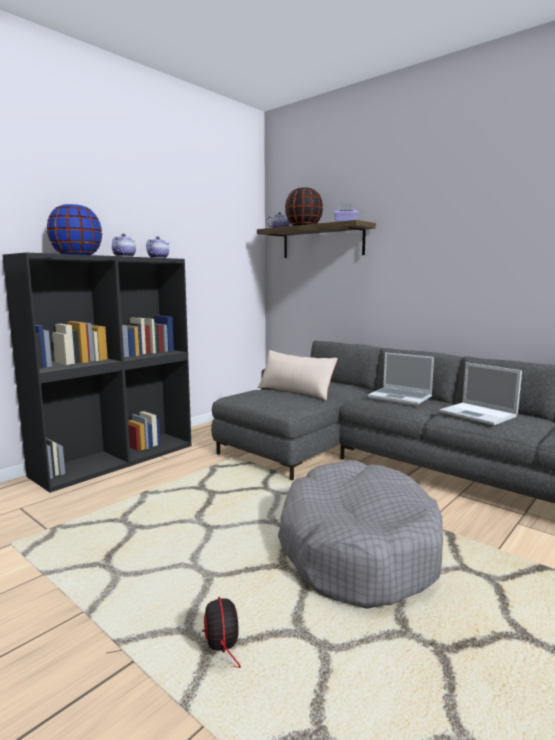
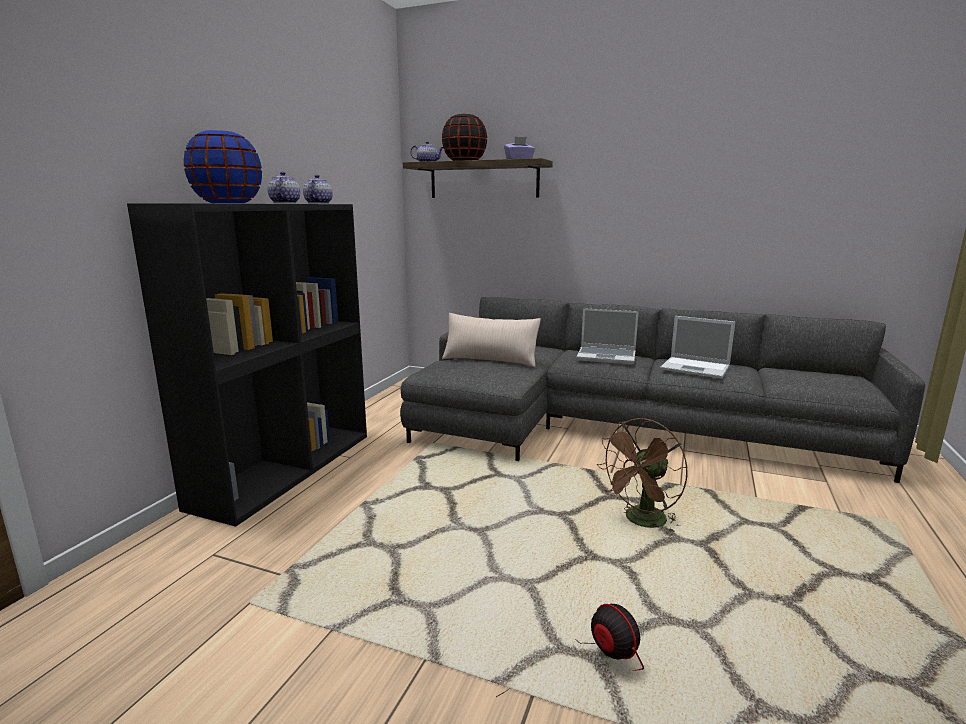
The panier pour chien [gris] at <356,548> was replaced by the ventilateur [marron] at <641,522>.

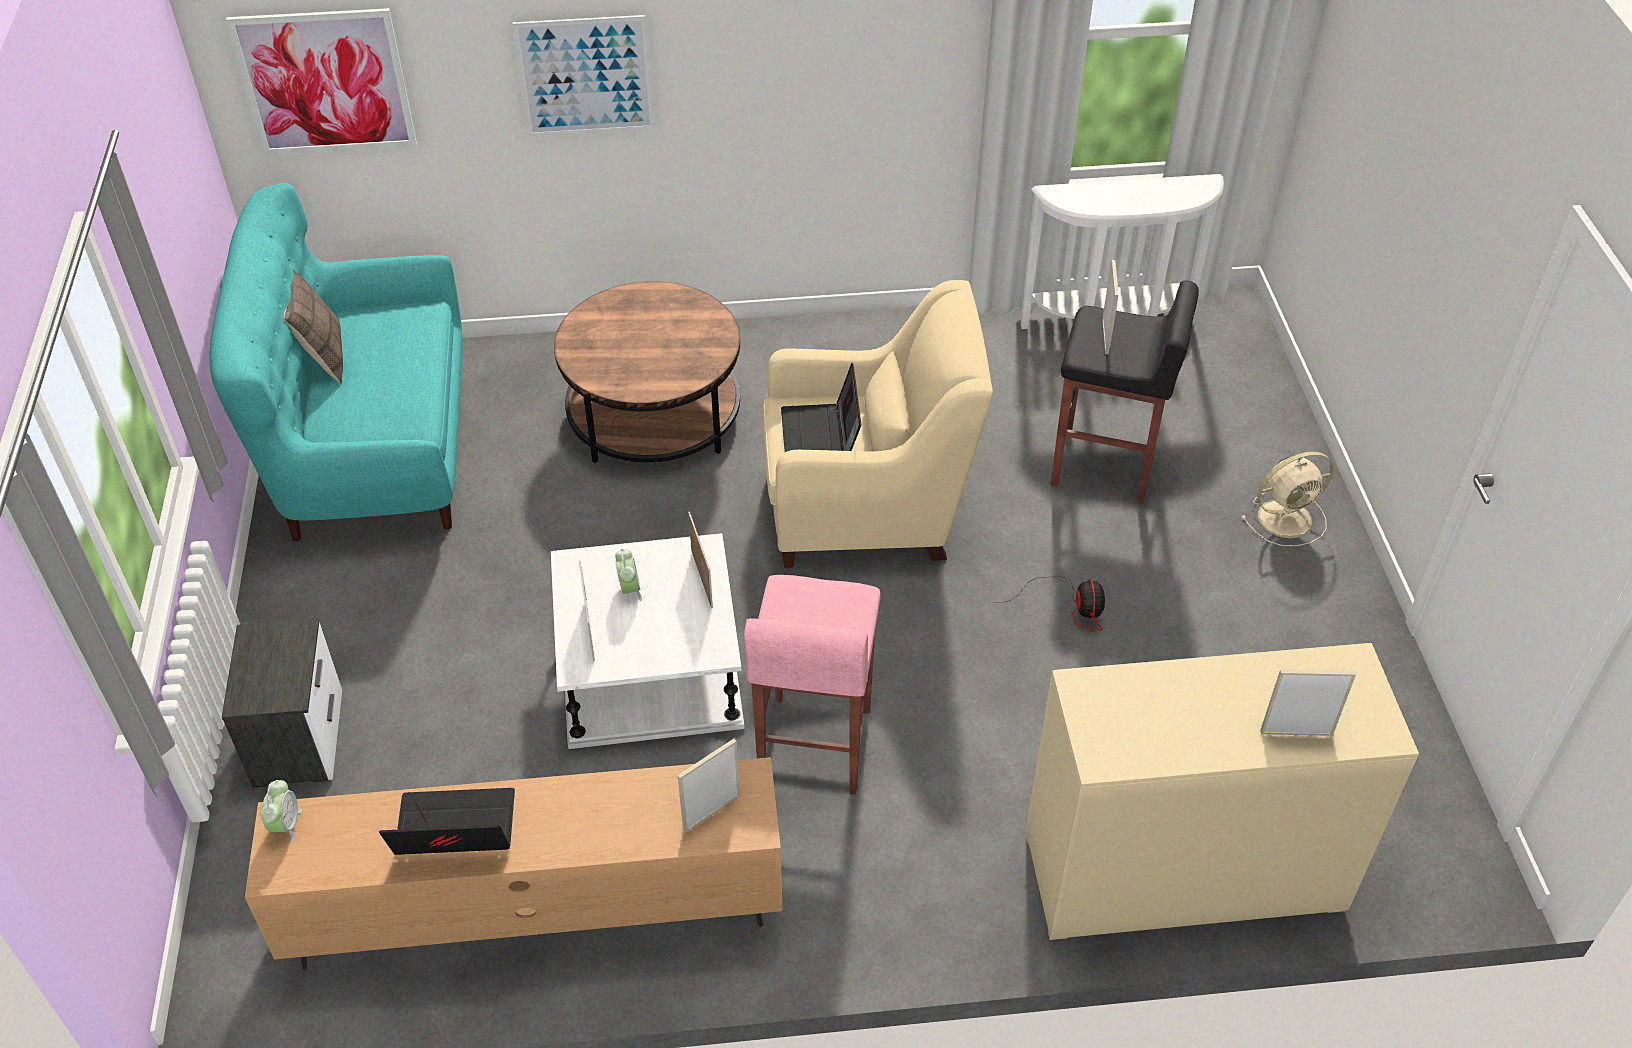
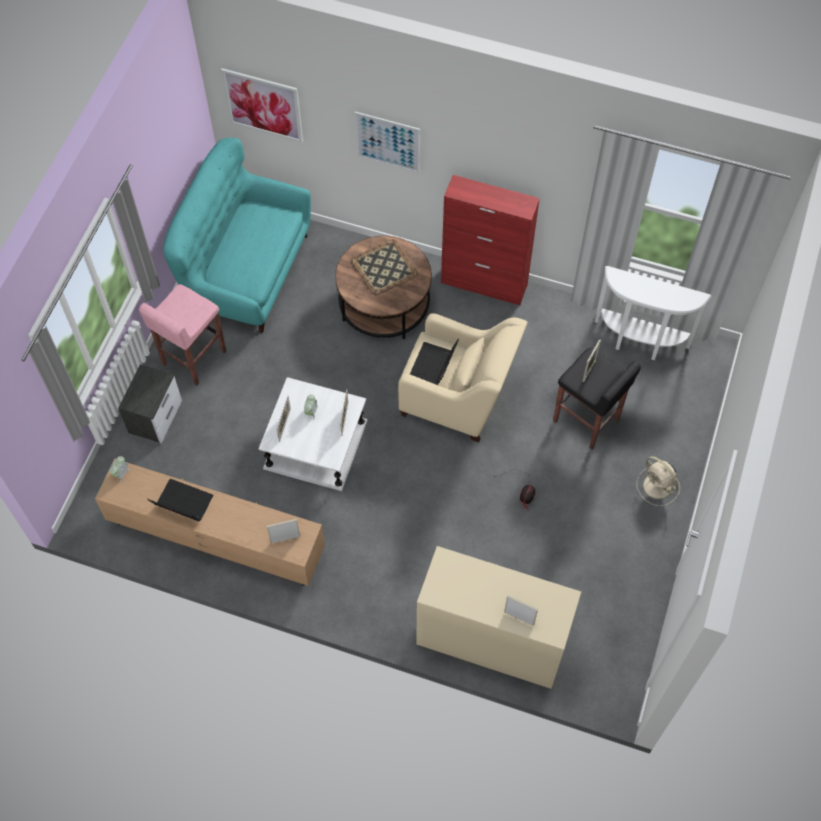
The coussin at <322,355> disappeared.
The plateau at <383,267> appeared.
The meuble de rangement [rouge] at <484,284> appeared.
The tabouret [rose] moved from <813,745> to <193,358>.
The ventilateur [beige] at <1287,518> turned 45 degrees clockwise.

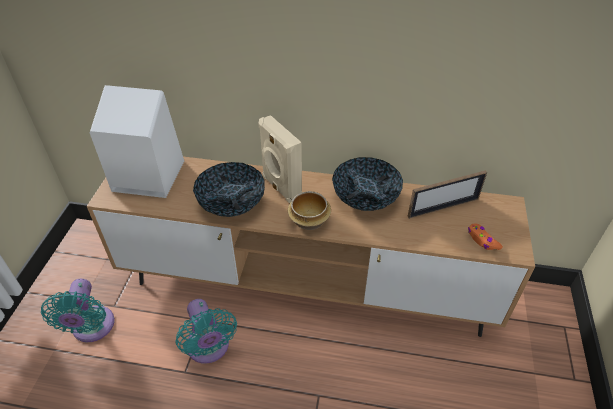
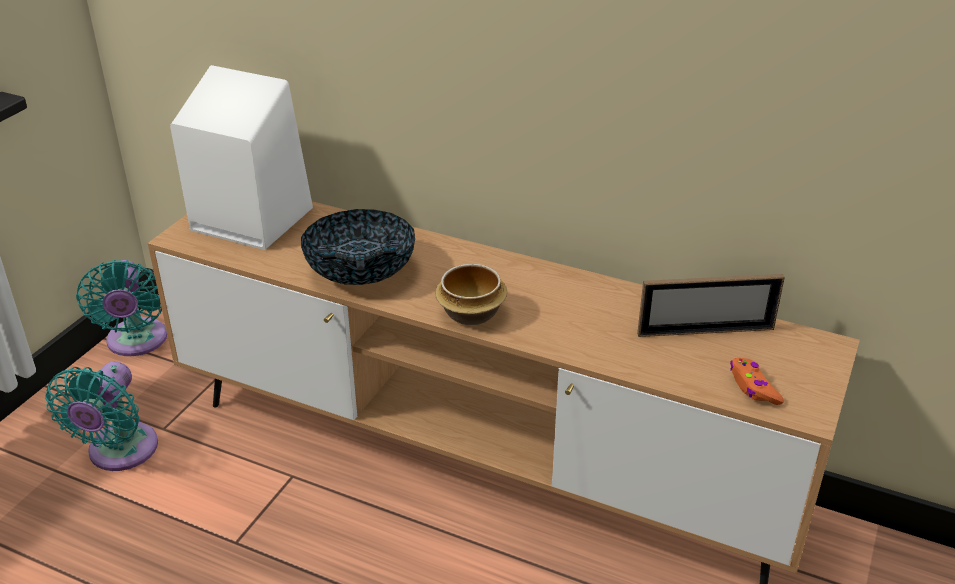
The enceinte [beige] at <280,188> disappeared.
The bol at <365,197> disappeared.
The ventilateur [turquoise] moved from <209,348> to <136,342>.

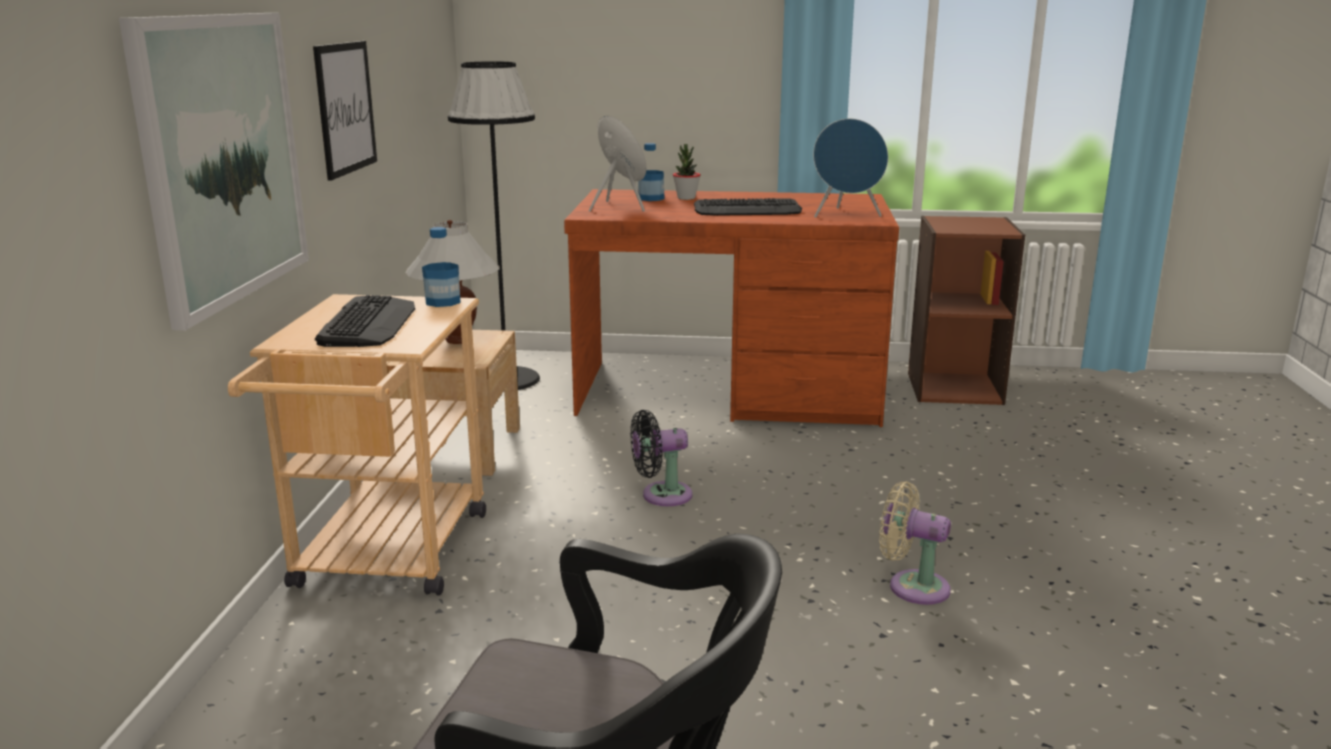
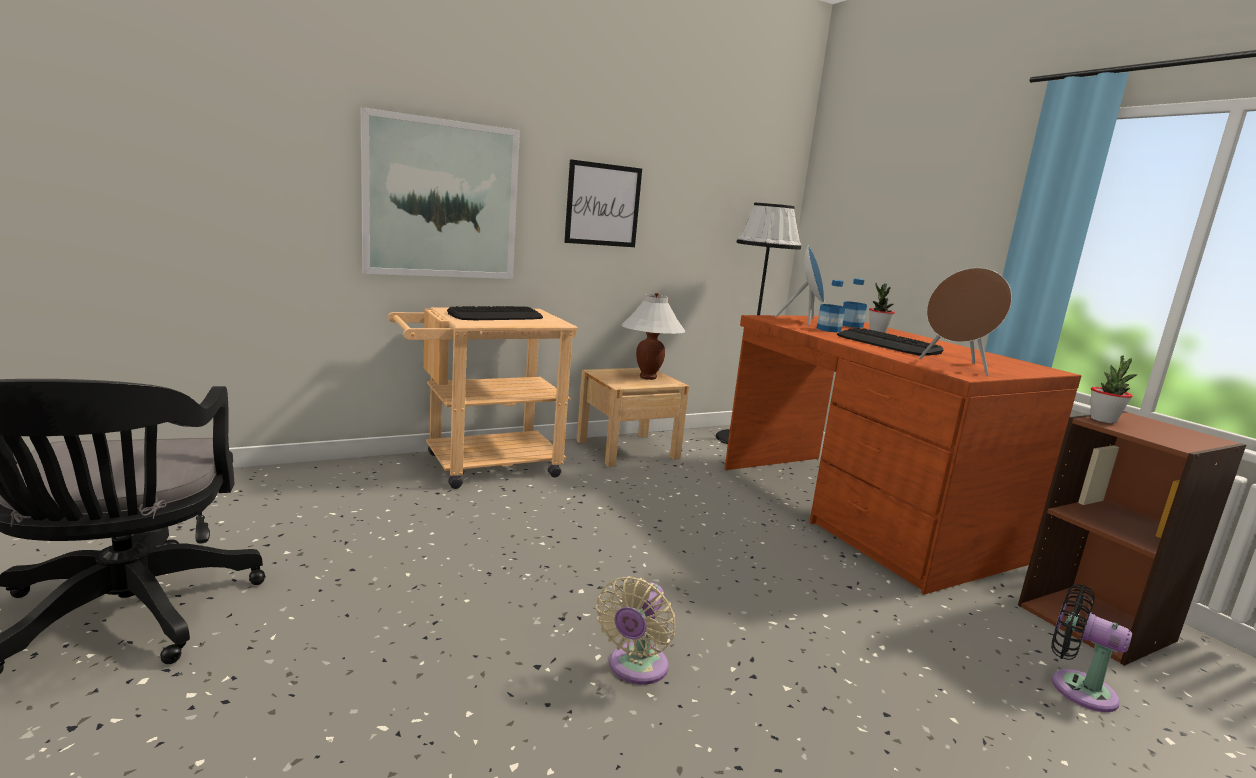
The plante en pot at <1103,420> appeared.
The bouteille moved from <443,302> to <828,329>.
The ventilateur [noir] moved from <661,495> to <1076,687>.
The enceinte [bleu] at <846,215> became the enceinte [marron] at <956,366>.
The ventilateur [beige] at <912,586> turned 150 degrees counterclockwise.

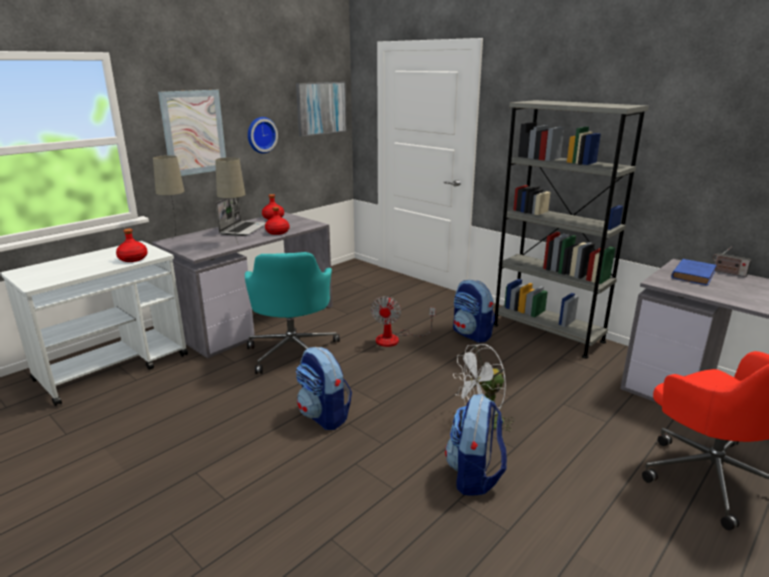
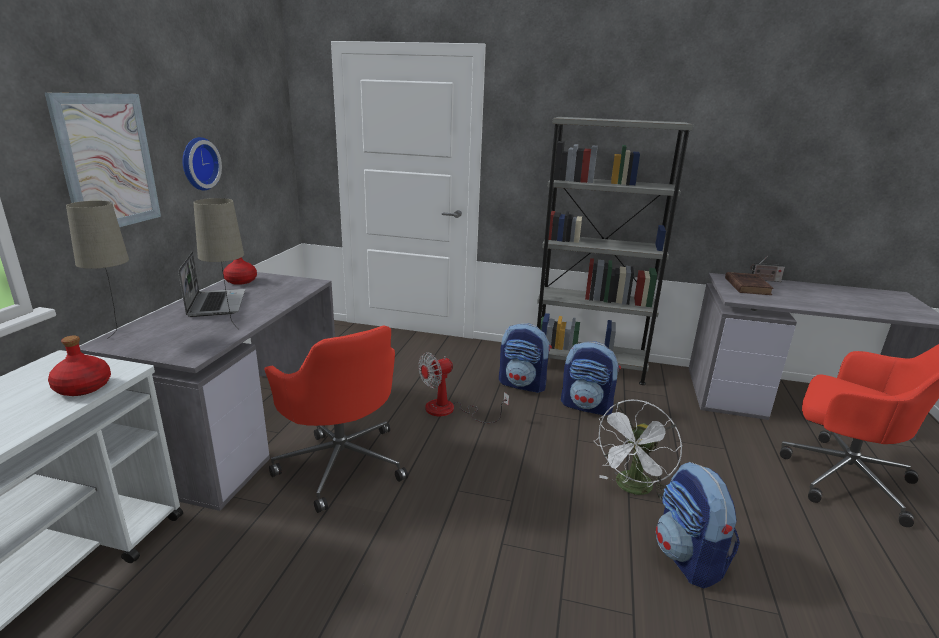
The bouteille [rouge] at <278,232> disappeared.
The tableau at <321,108> disappeared.
The sac à dos moved from <324,416> to <587,406>.
The chaise de bureau [turquoise] at <293,352> became the chaise de bureau [rouge] at <342,463>.
The livre [bleu] at <693,274> became the livre [marron] at <746,286>.
The ventilateur at <395,339> turned 75 degrees clockwise.

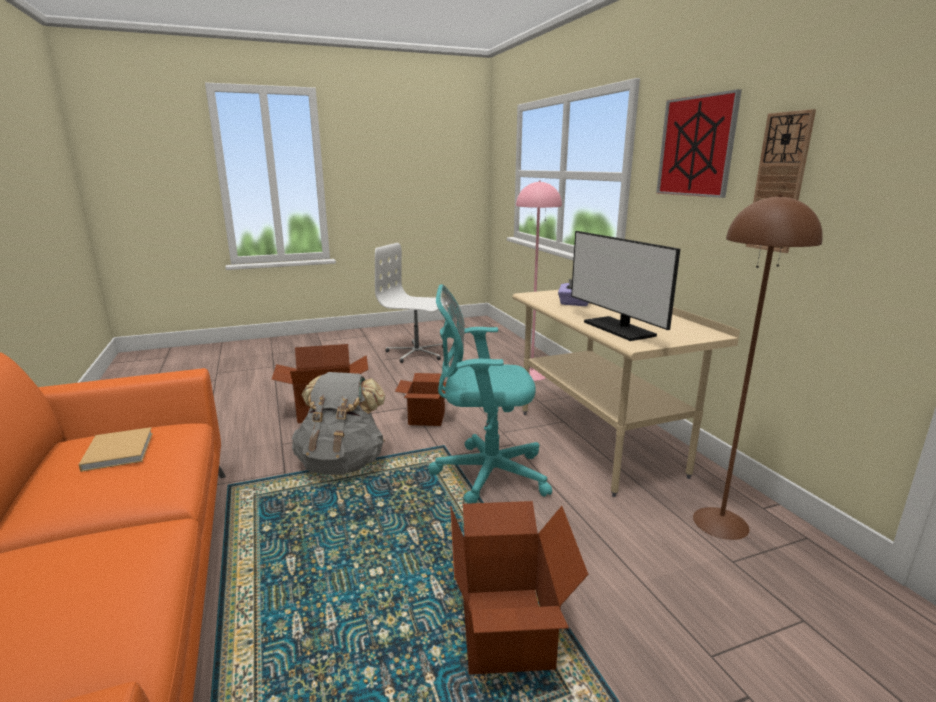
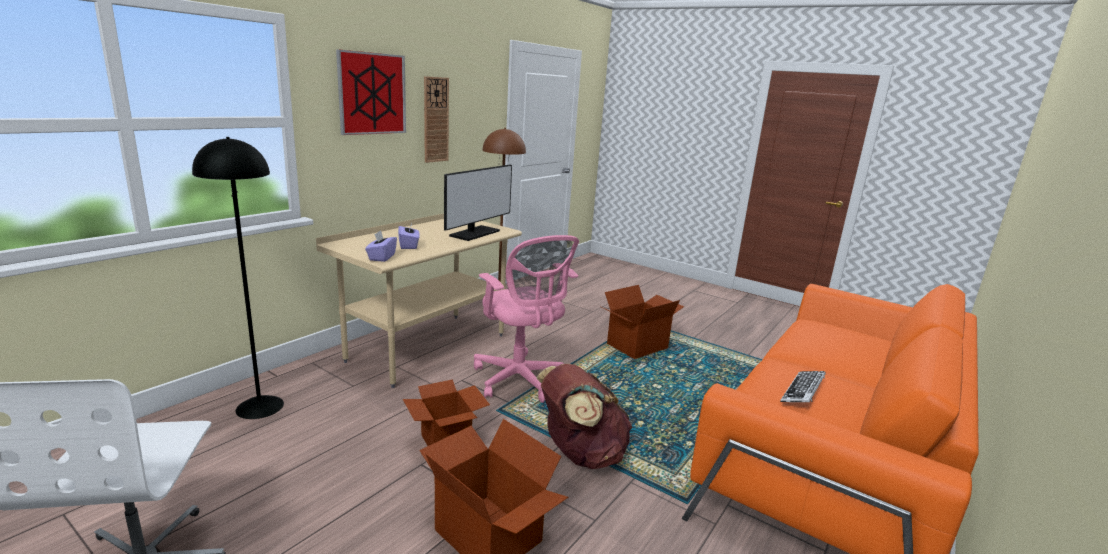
The boîte à mouchoirs [violet] at <381,257> appeared.
The livre [beige] at <119,450> was replaced by the clavier at <803,391>.
The sac à dos [gris] at <342,463> became the sac à dos [marron] at <580,454>.
The chaise de bureau [turquoise] at <485,473> became the chaise de bureau [rose] at <520,380>.
The lampadaire [rose] at <532,374> became the lampadaire [noir] at <259,406>.

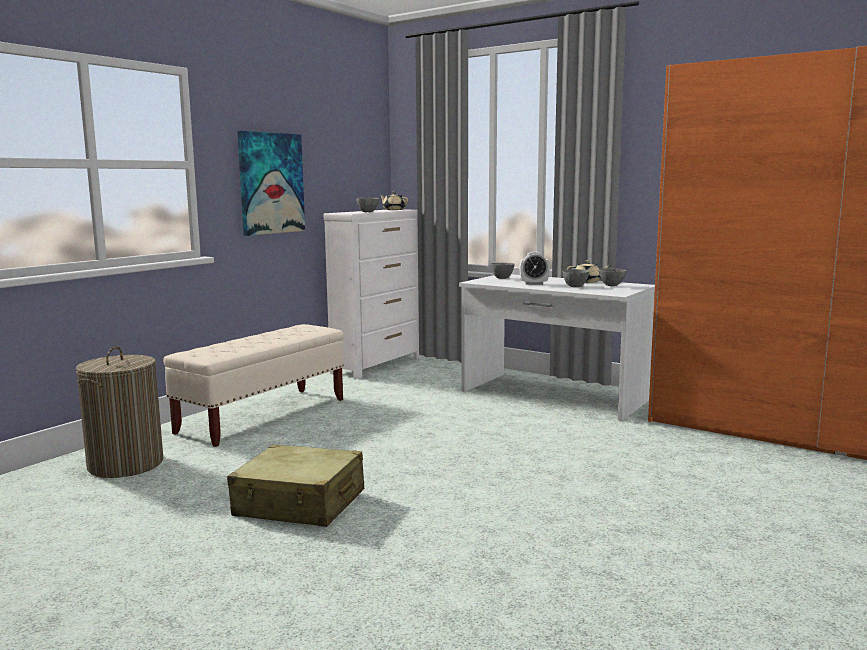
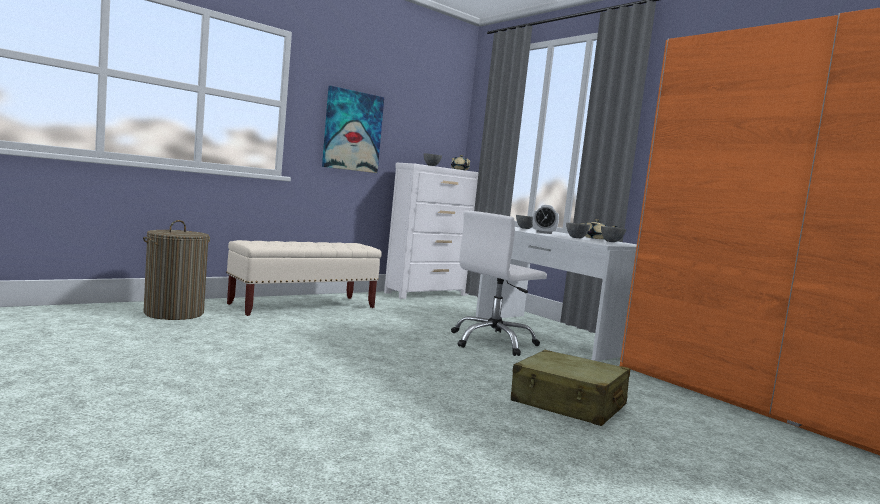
The chaise de bureau [blanc] at <493,342> appeared.
The valise [beige] moved from <300,504> to <568,404>.

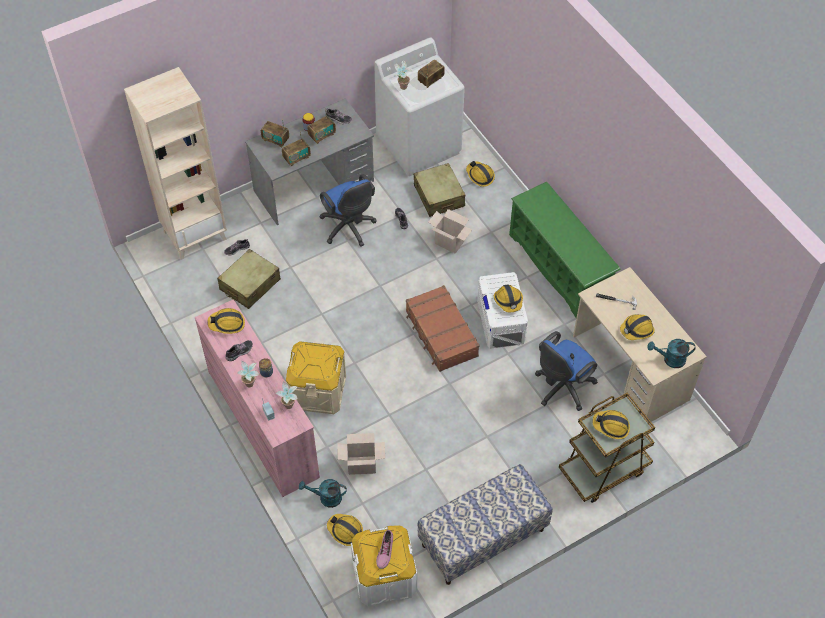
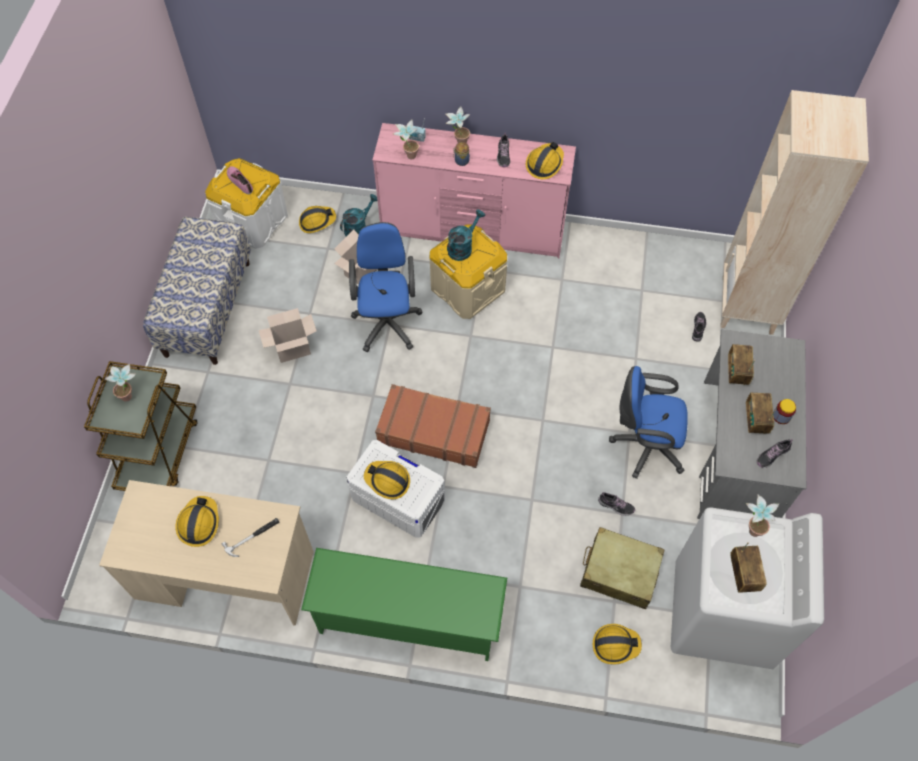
The valise [beige] at <249,285> disappeared.
The radio at <275,140> disappeared.
The carton moved from <450,242> to <292,350>.
The chaise de bureau [bleu] moved from <561,388> to <387,320>.
The arrosoir [turquoise] moved from <670,359> to <463,247>.
The casque de chantier at <611,426> was replaced by the plante en pot at <130,395>.

